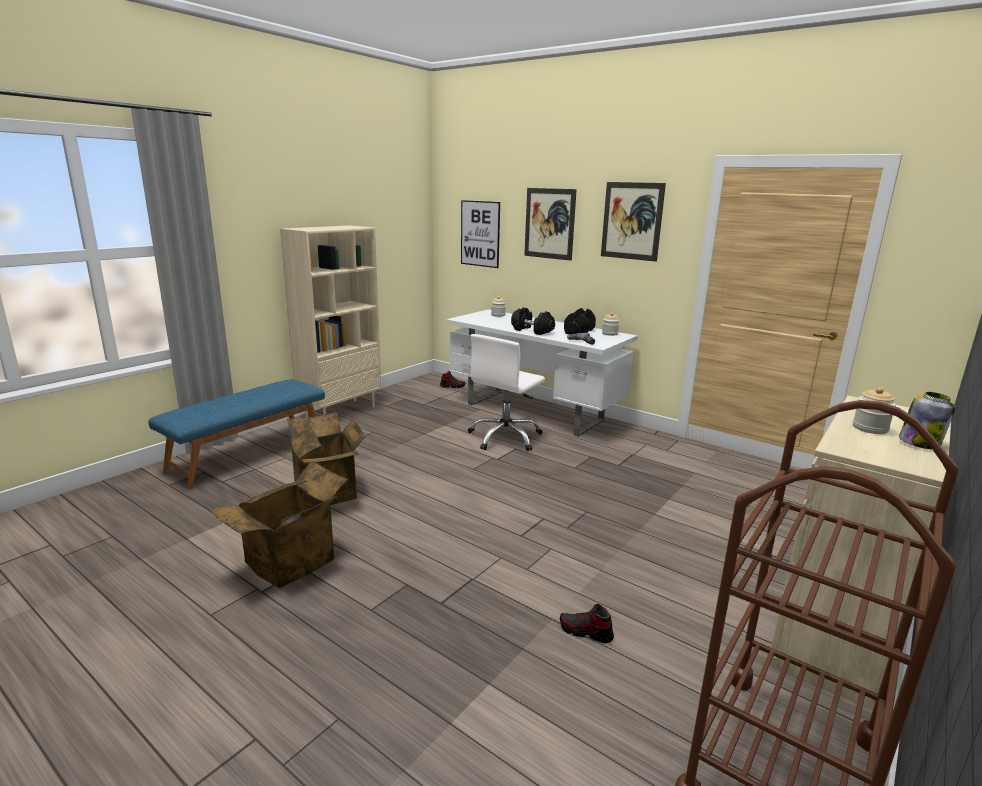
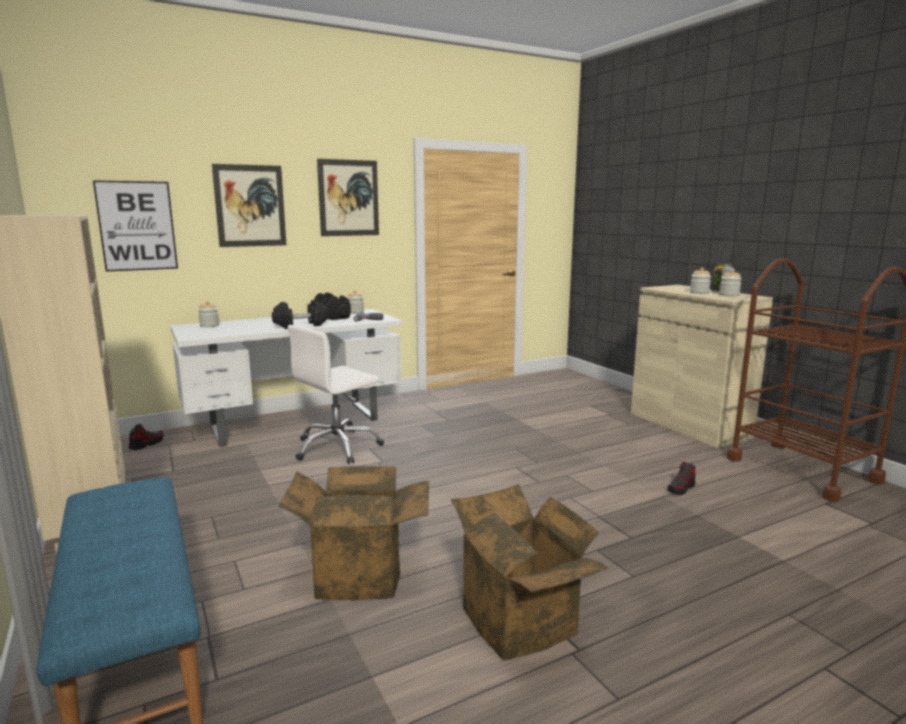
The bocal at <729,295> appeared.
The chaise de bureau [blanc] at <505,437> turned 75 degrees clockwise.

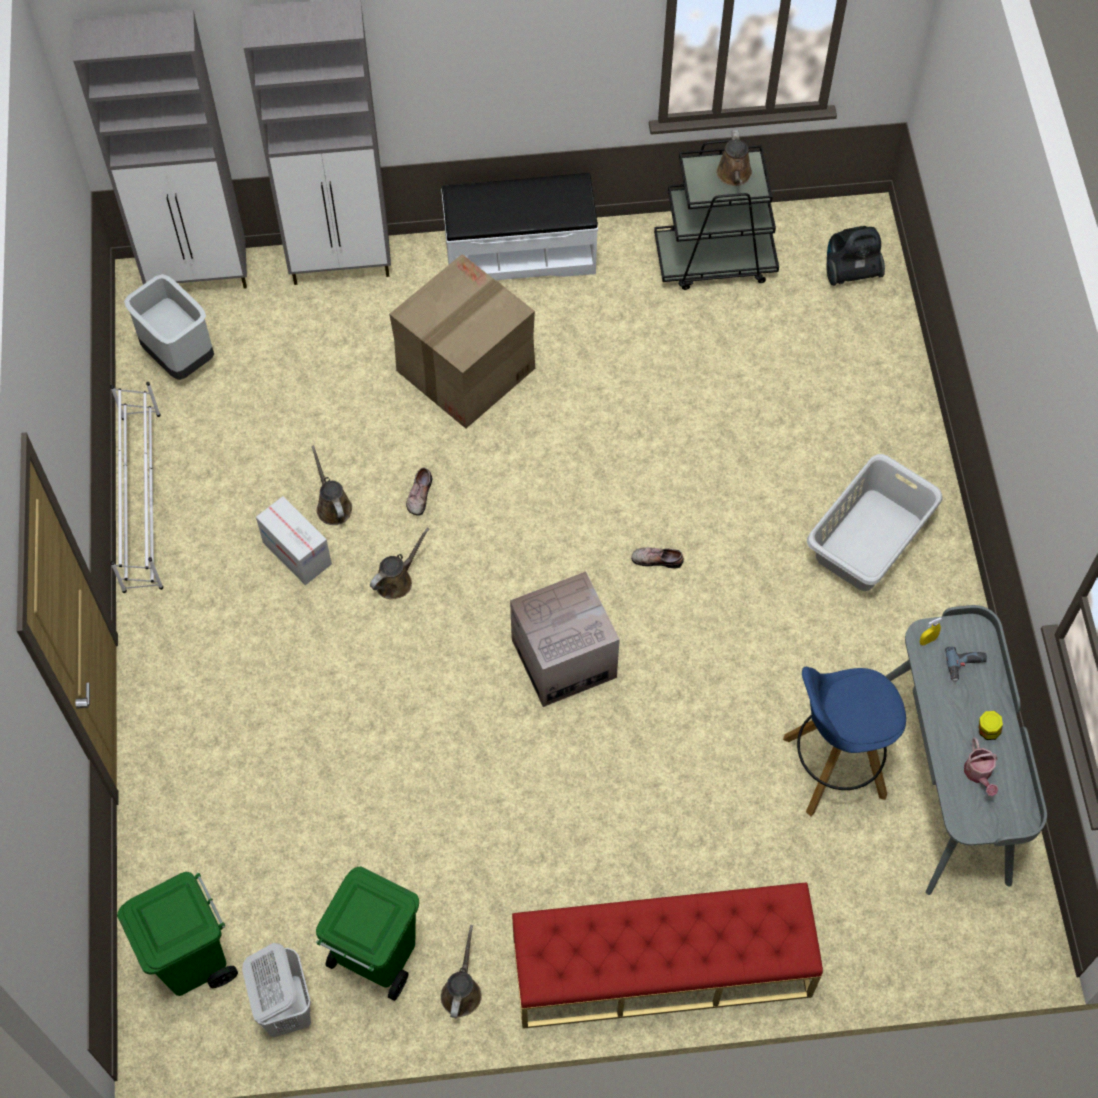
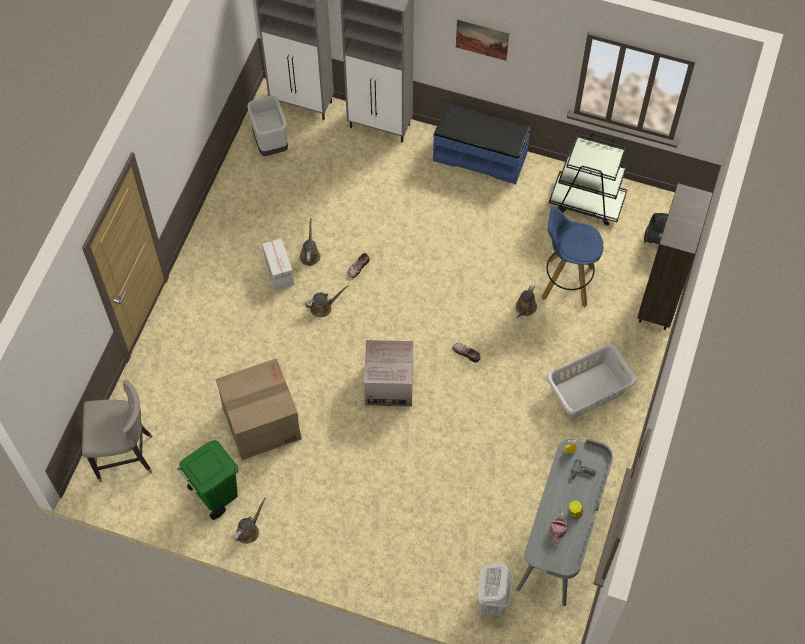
The étagère à chaussures [blanc] at <142,500> disappeared.
The banc [rouge] at <661,968> disappeared.
The tableau at <482,39> appeared.
The bibliothèque [marron] at <659,303> appeared.
The panier à linge [blanc] moved from <286,1008> to <492,601>.
The carton moved from <465,370> to <261,422>.
The arrosoir [marron] moved from <734,175> to <525,308>.
The tabouret [bleu] moved from <832,767> to <566,282>.
The poubelle [vert] at <193,960> was replaced by the tabouret [gris] at <126,456>.
The banc [blanc] at <520,253> became the banc [bleu] at <480,157>.

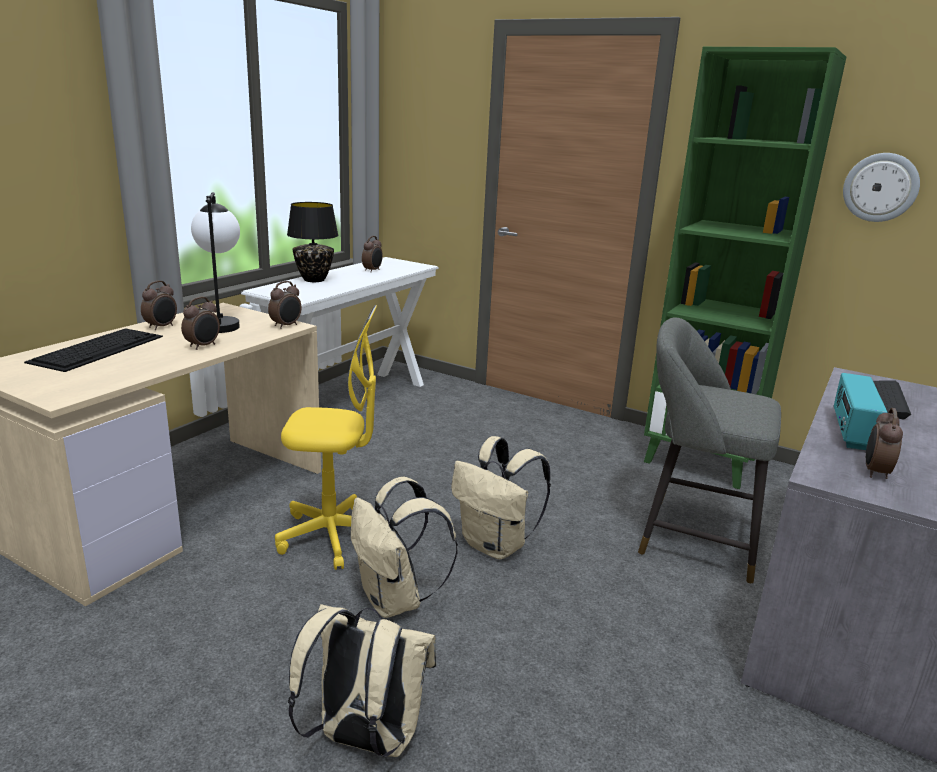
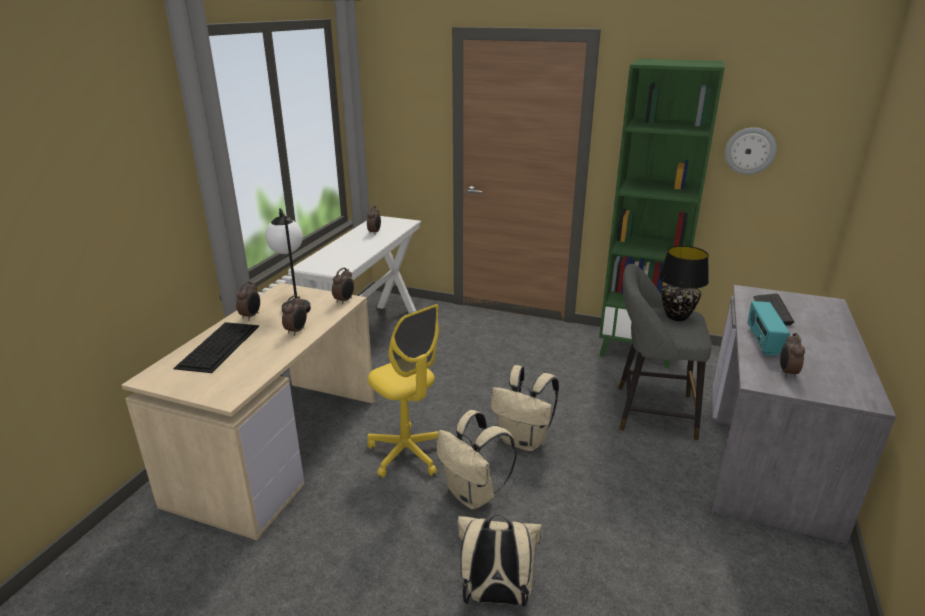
The lampe de table [noir] moved from <314,280> to <677,317>.
The chaise de bureau [jaune] at <333,536> turned 60 degrees clockwise.

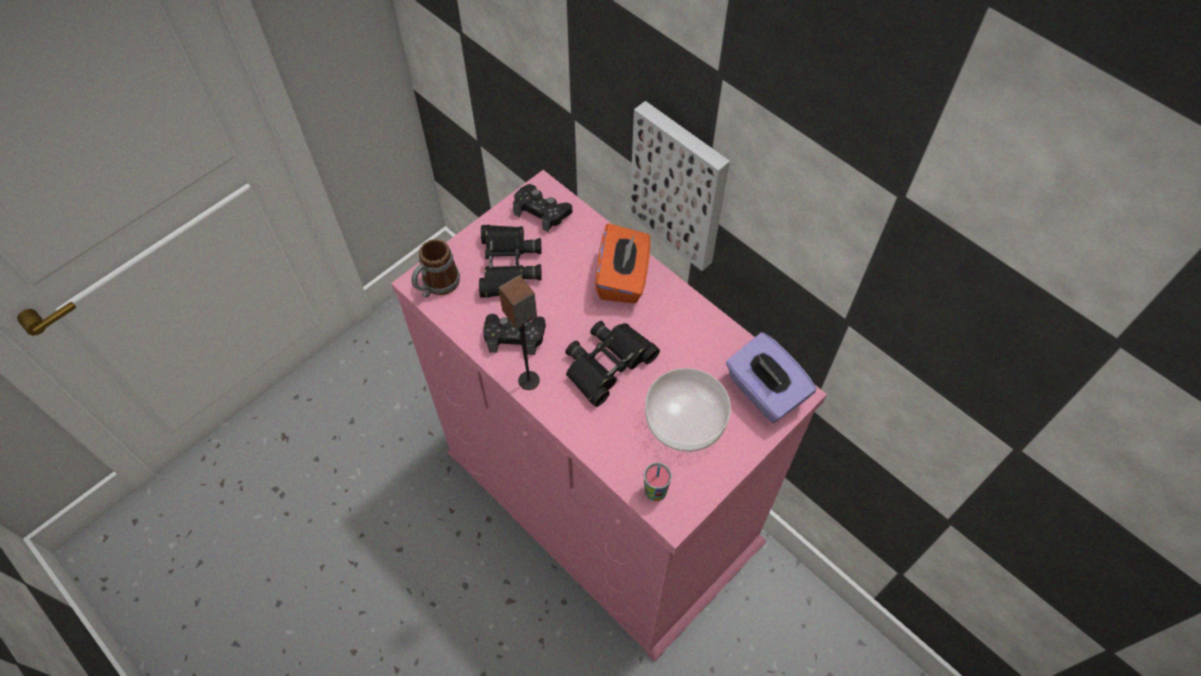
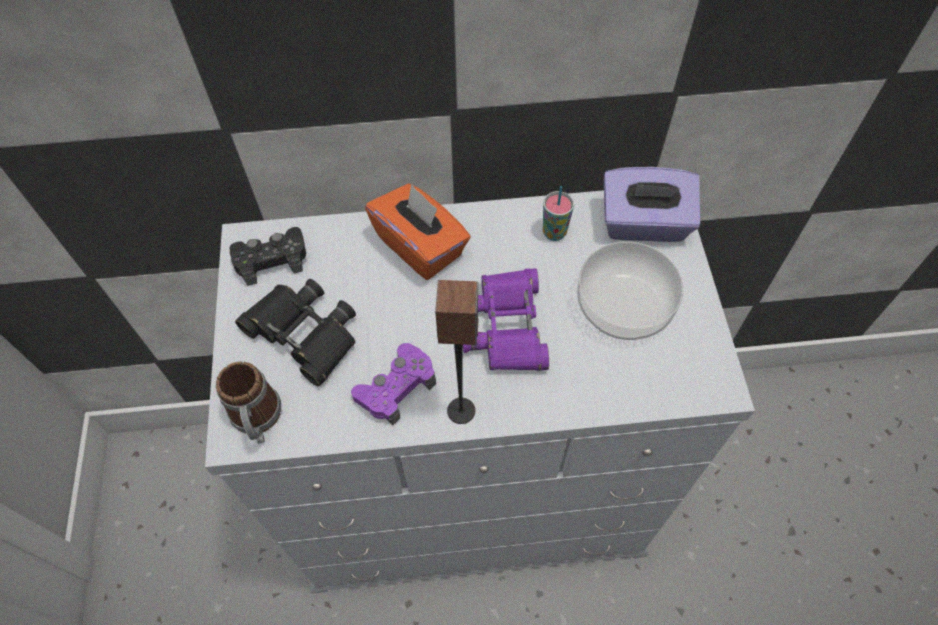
The tableau at <680,185> disappeared.
The tasse moved from <655,492> to <554,233>.
The commode [rose] at <603,499> became the commode [blanc] at <473,486>.
The manette [noir] at <515,336> became the manette [violet] at <396,387>.
The jumelles [noir] at <608,364> became the jumelles [violet] at <506,326>.

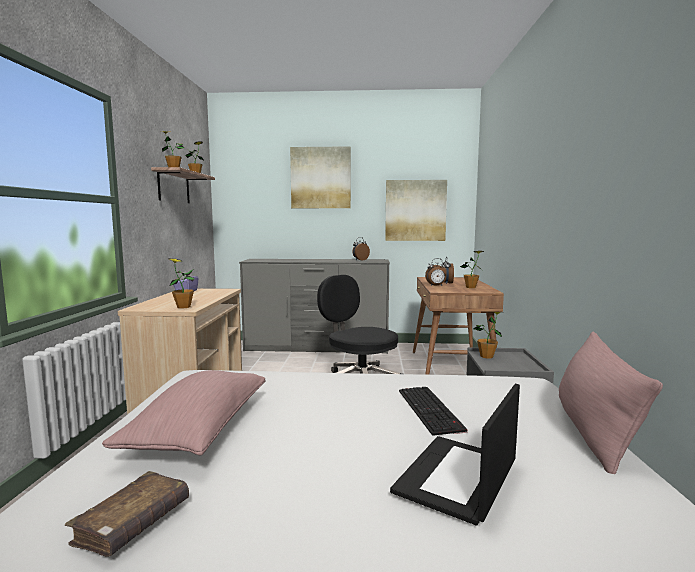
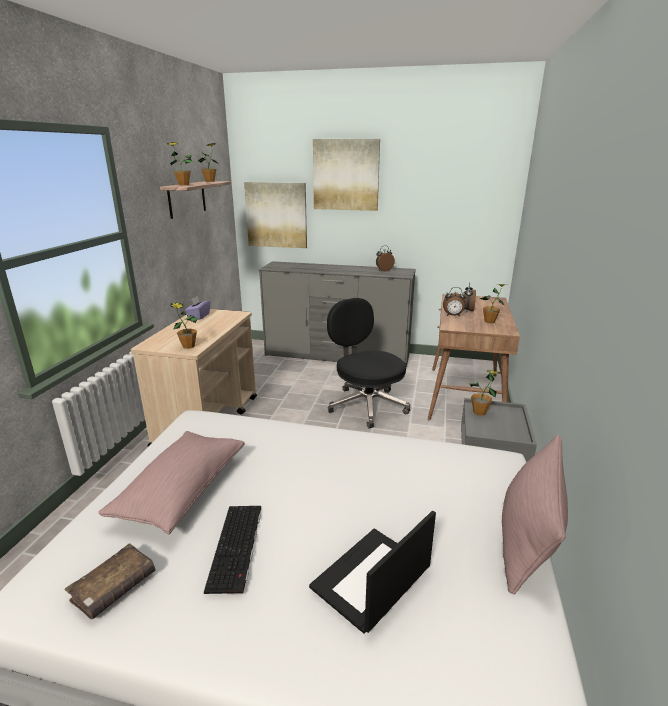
The tableau moved from <415,210> to <276,215>.
The clavier moved from <431,410> to <237,547>.

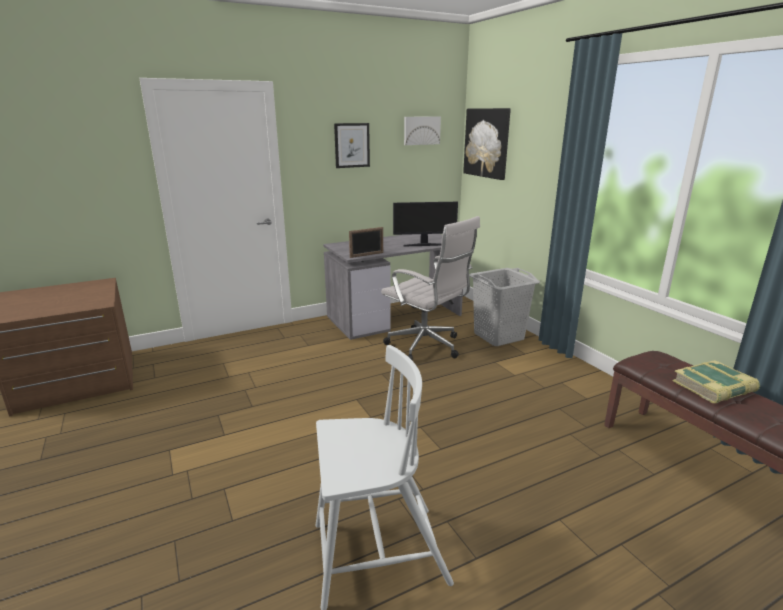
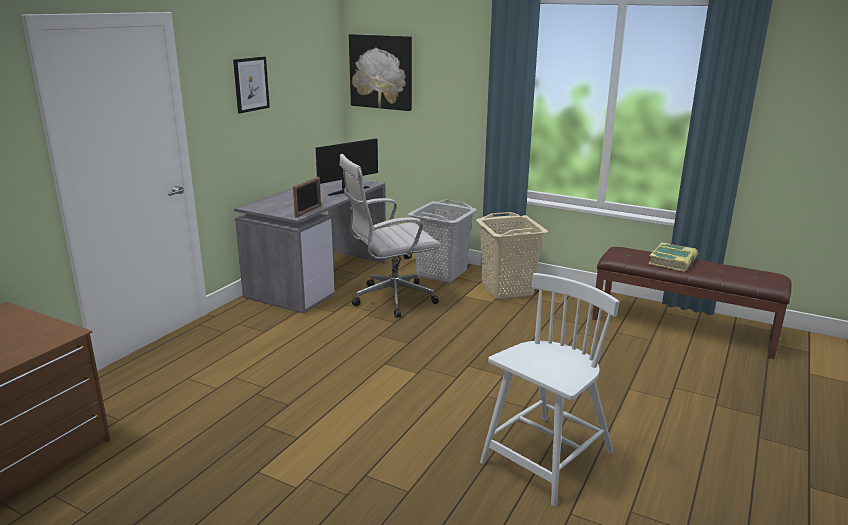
The tableau at <421,130> disappeared.
The panier à linge [beige] at <507,289> appeared.
The chaise de bureau [blanc] at <427,347> turned 150 degrees clockwise.

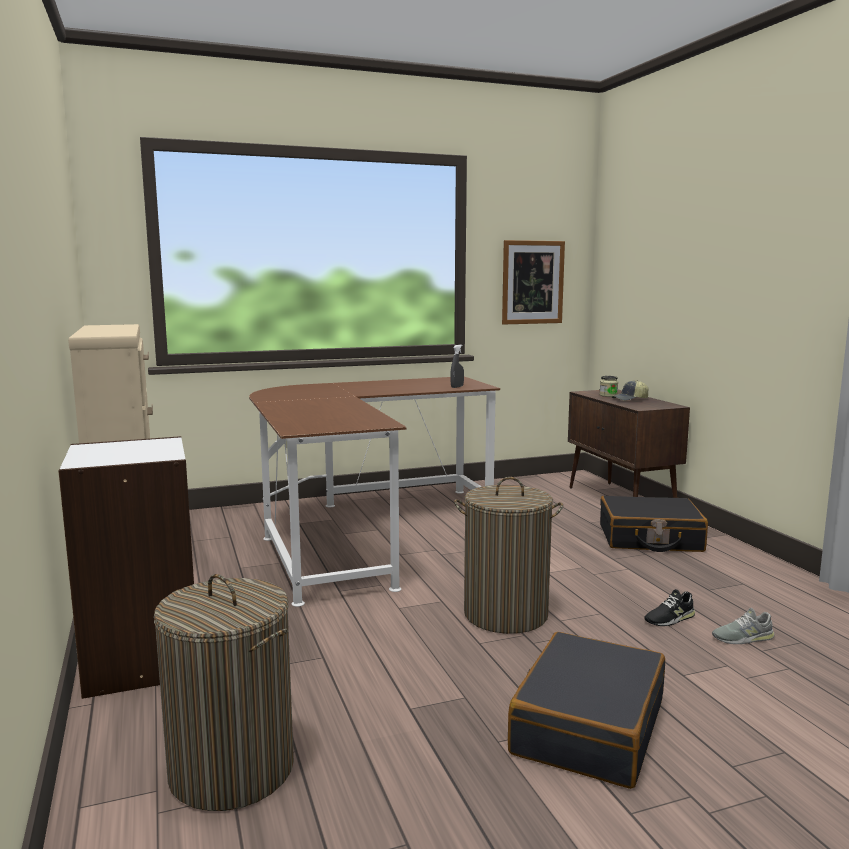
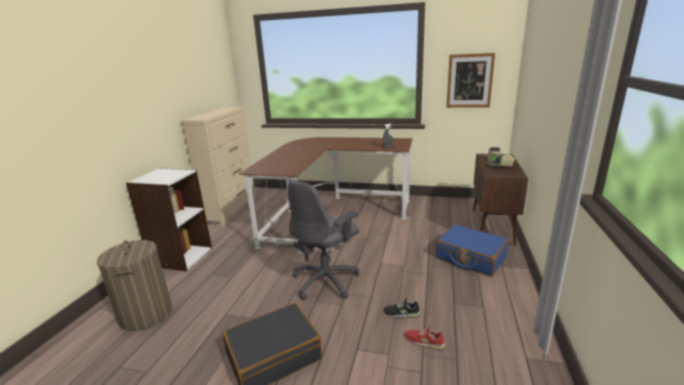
The panier à linge at <505,614> was replaced by the chaise de bureau [gris] at <326,281>.
The valise [noir] at <650,539> became the valise [bleu] at <470,258>.
The chaussure [gris] at <743,638> became the chaussure [rouge] at <424,341>.

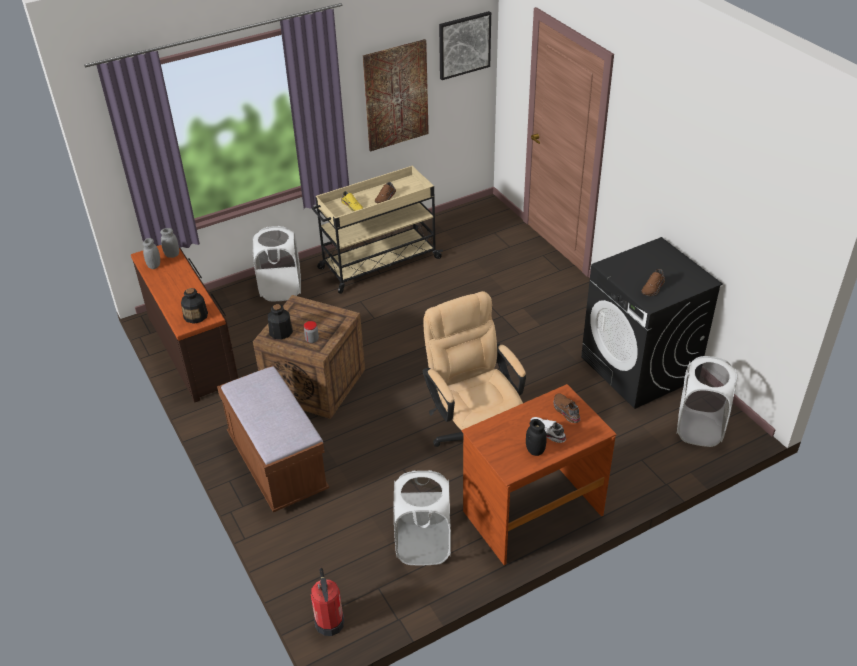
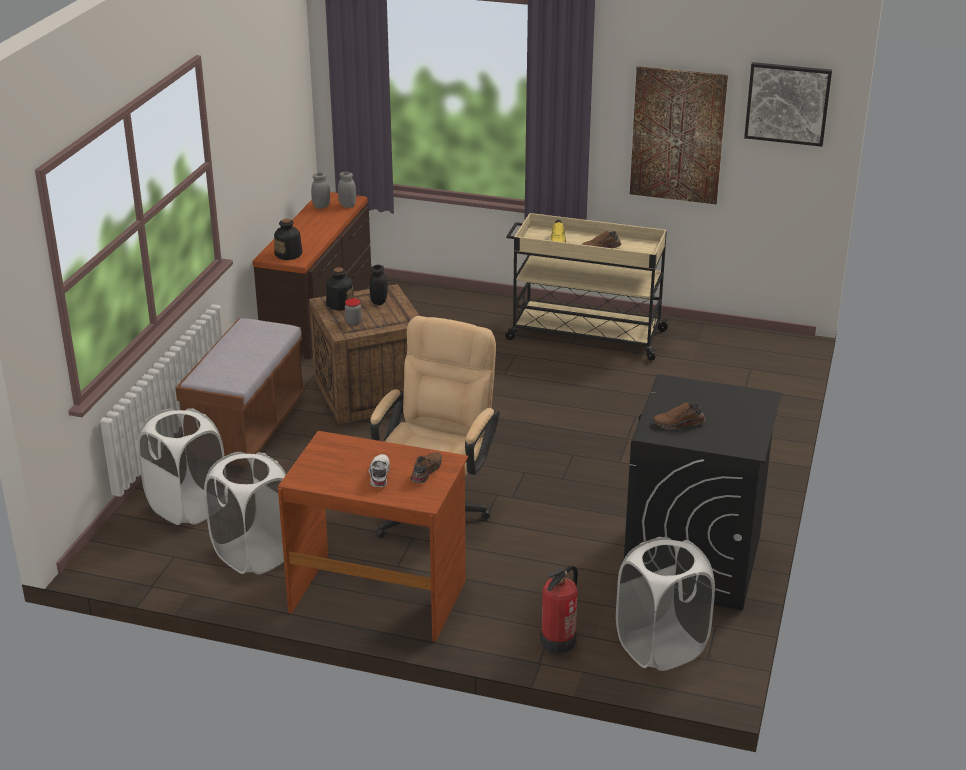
The panier à linge [blanc] moved from <281,289> to <188,507>.
The extincteur moved from <329,622> to <559,640>.
The bocal [noir] moved from <535,450> to <379,301>.

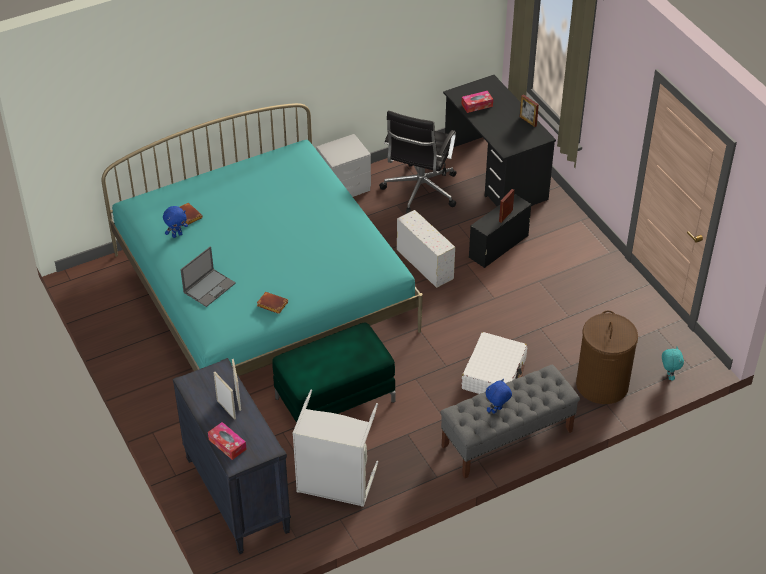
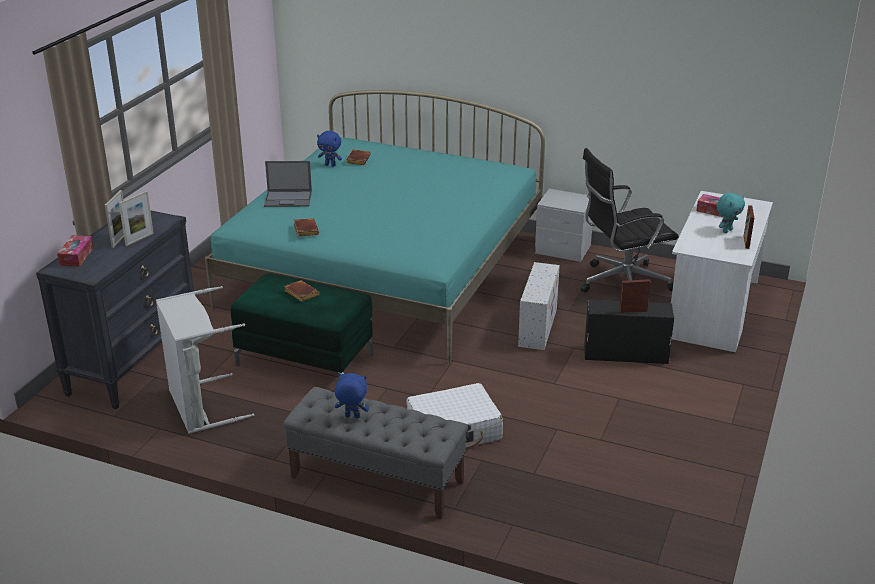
The panier à linge [marron] at <601,384> disappeared.
The livre [marron] at <300,293> appeared.
The peluche [turquoise] moved from <668,376> to <727,230>.
The bureau [noir] at <495,174> became the bureau [blanc] at <713,310>.

